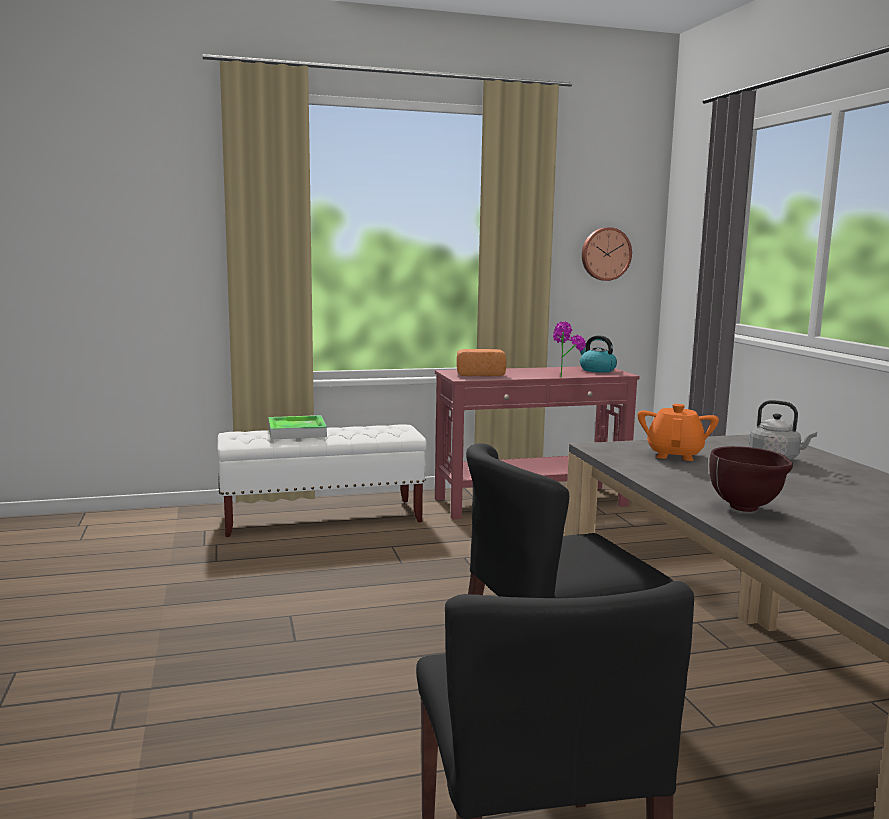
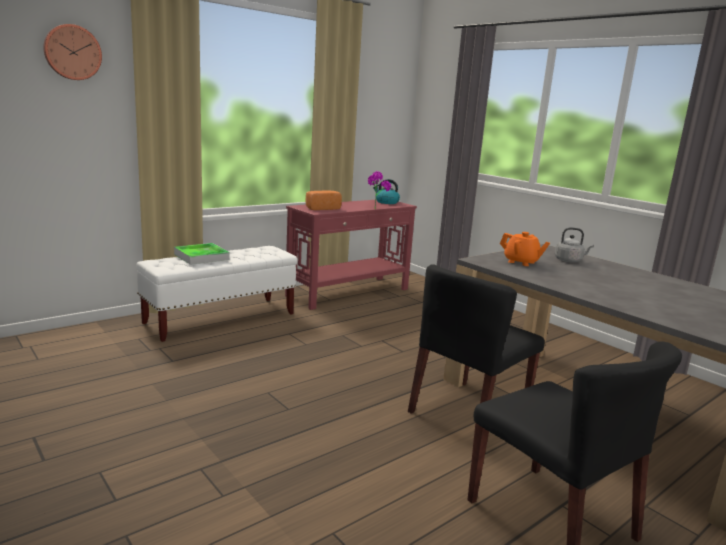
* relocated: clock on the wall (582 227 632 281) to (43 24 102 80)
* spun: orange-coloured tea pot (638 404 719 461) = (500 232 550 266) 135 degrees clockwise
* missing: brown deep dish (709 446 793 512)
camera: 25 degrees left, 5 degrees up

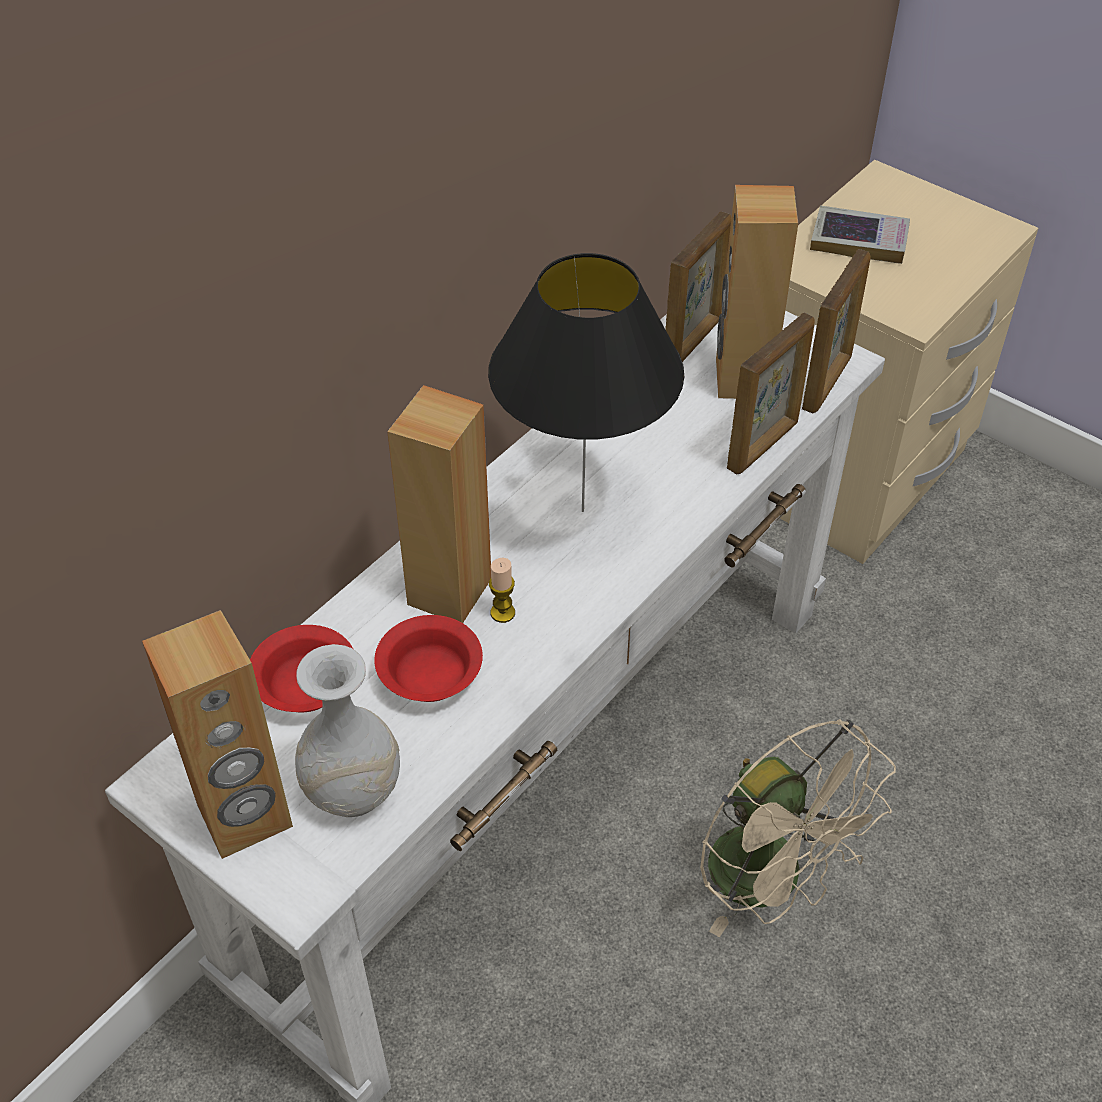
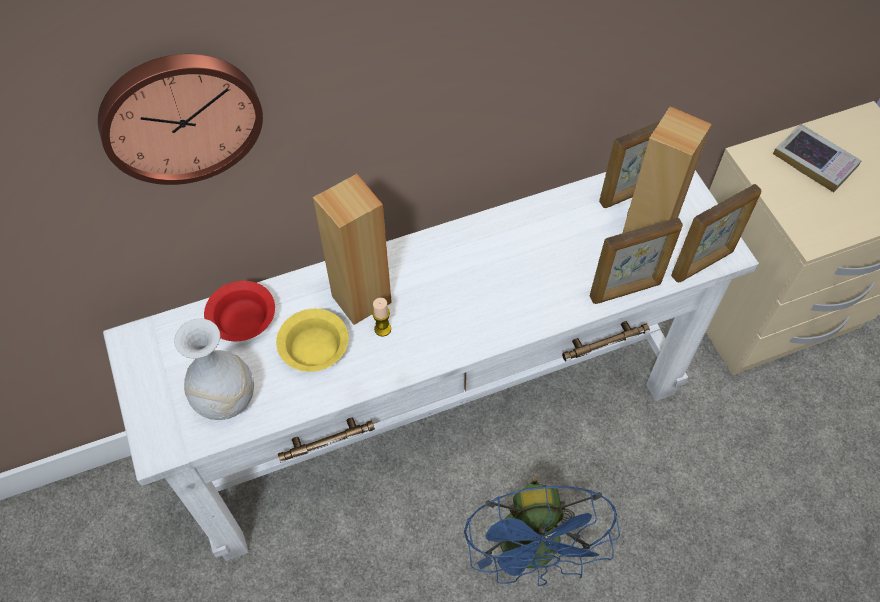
* appeared: clock on the wall (98 54 263 185)
* colour: red-coloured deep dish (374 615 483 702) to yellow deep dish (276 309 348 372)
* colour: beige cooling fan (700 719 896 937) to blue cooling fan (464 478 620 586)
* missing: brown loudspeaker (142 610 293 859)
* missing: black-coloured table lamp (488 253 684 512)
camera: 30 degrees right, 10 degrees up

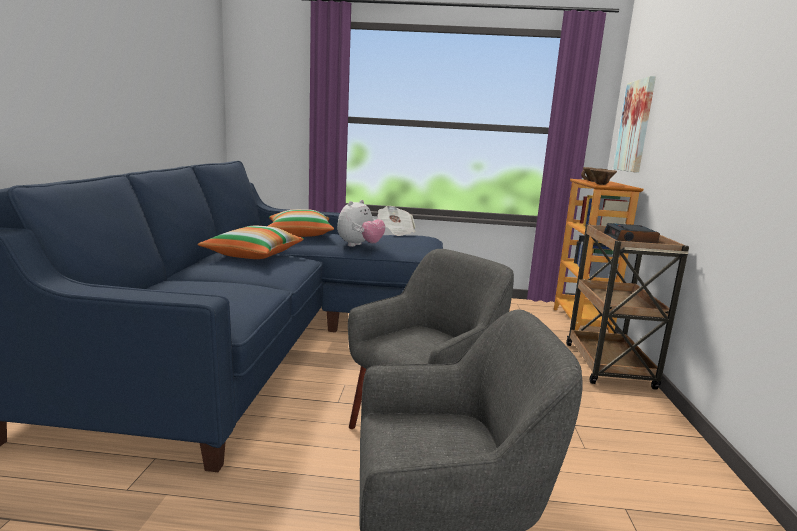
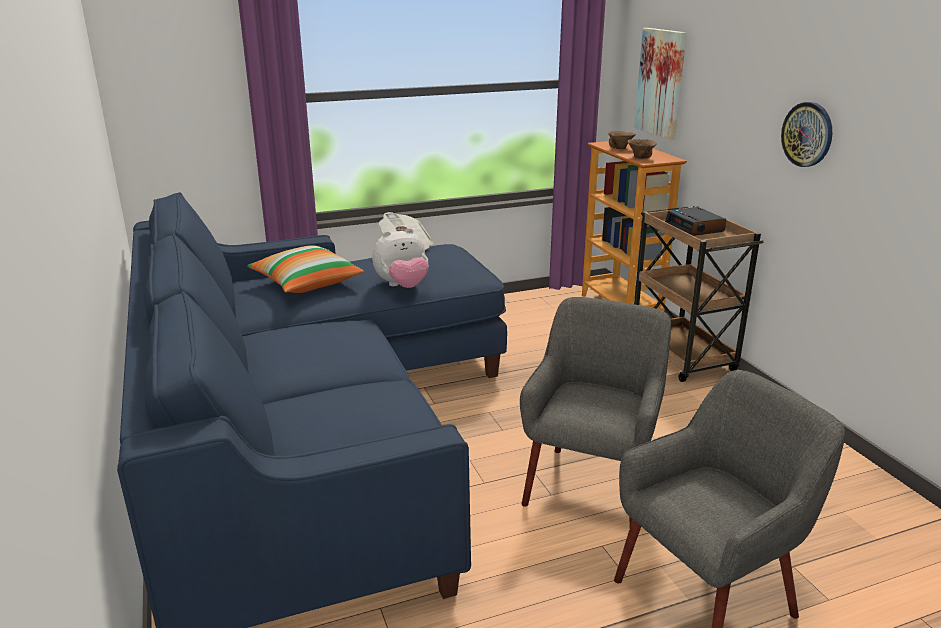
* spun: plush toy (337 200 386 247) = (372 228 429 288) 60 degrees clockwise
* appeared: clock on the wall (781 102 832 167)
* missing: throw pillow (198 226 304 259)
camera: 25 degrees left, 10 degrees up

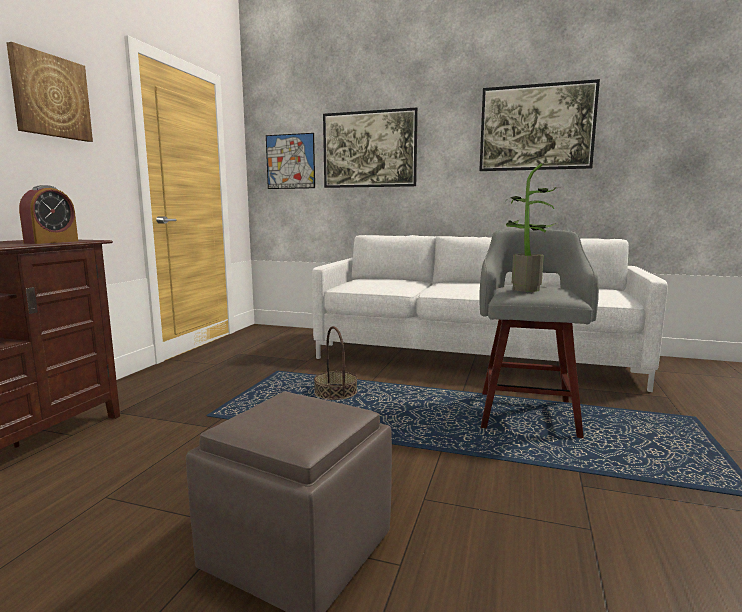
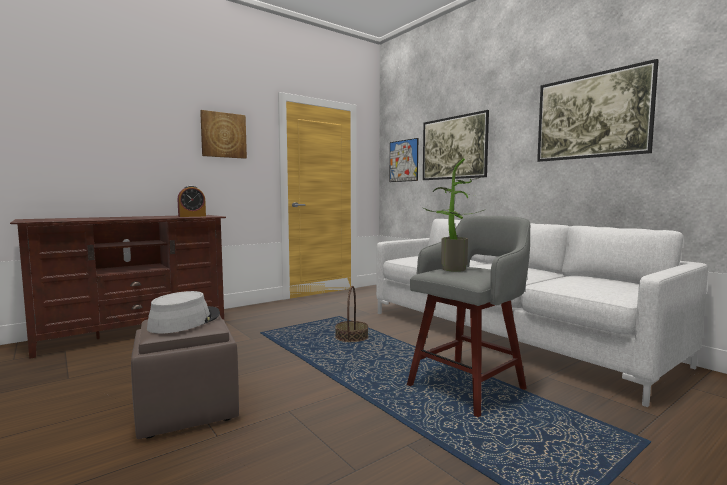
* appeared: greyish clothing hat (147 291 220 334)
camera: 35 degrees right, 5 degrees down

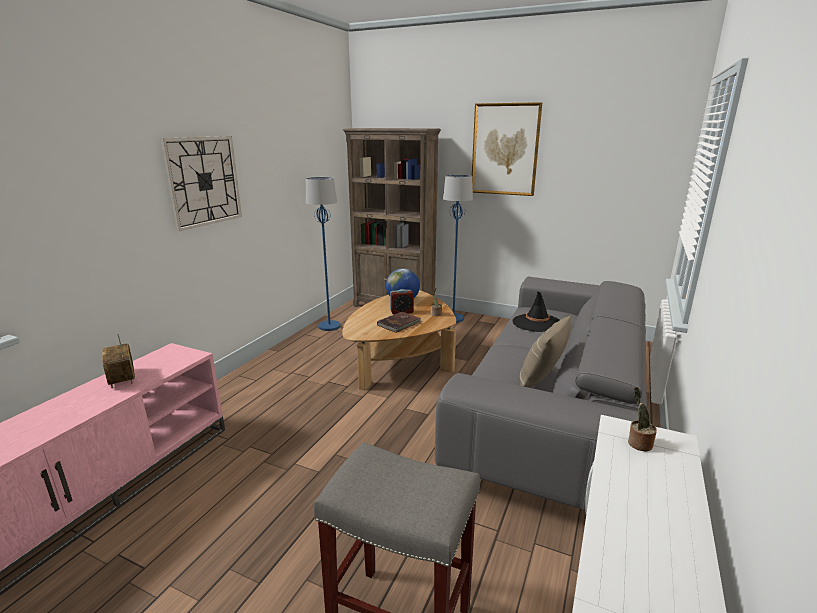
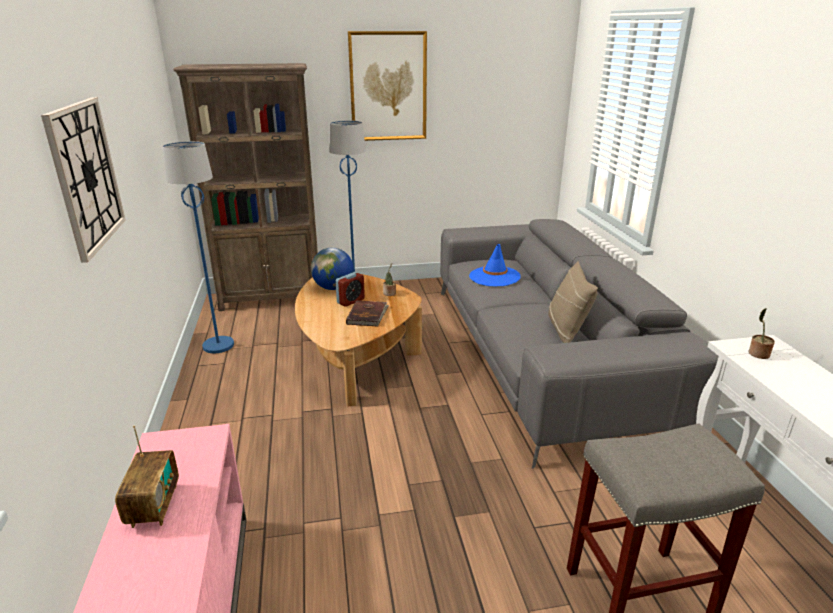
* spun: radio receiver (102 334 135 388) = (115 425 179 528) 120 degrees counterclockwise
* colour: black-coloured clothing hat (513 292 560 332) to blue clothing hat (469 244 521 287)
camera: 35 degrees left, 5 degrees up

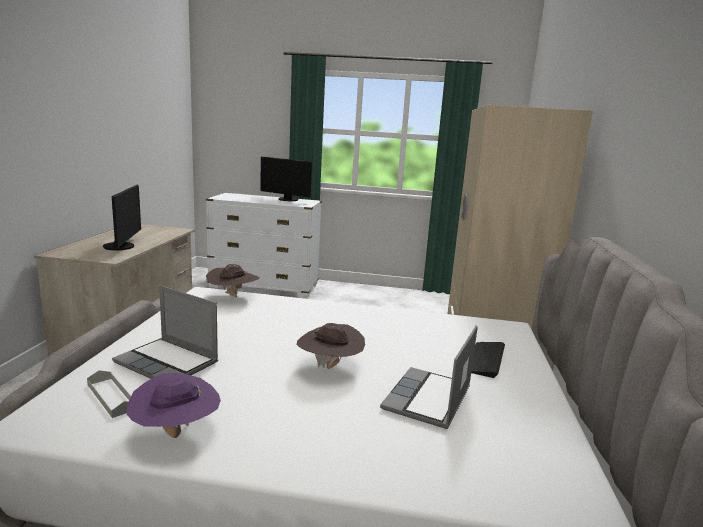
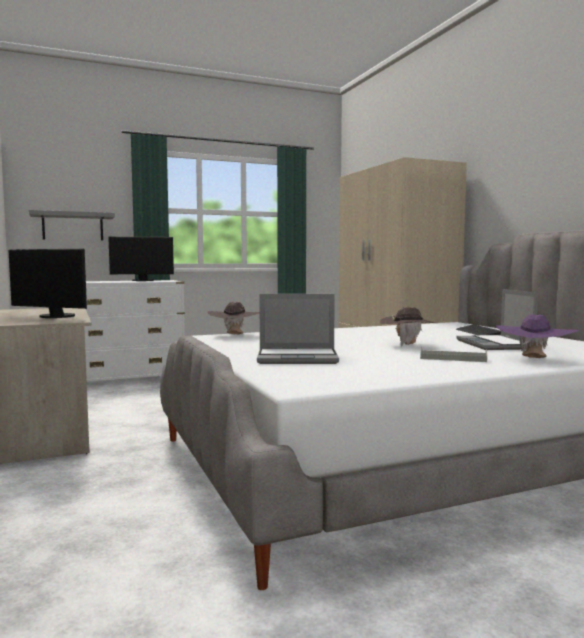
* spun: computer screen (103 185 141 250) = (8 249 87 318) 150 degrees clockwise
* appeared: greyish shelf (29 210 115 240)
* relocated: greyish serving tray (87 370 131 418) to (420 346 487 362)
* relocated: purple-coloured clothing hat (127 373 221 438) to (496 314 579 358)
camera: 30 degrees left, 10 degrees down

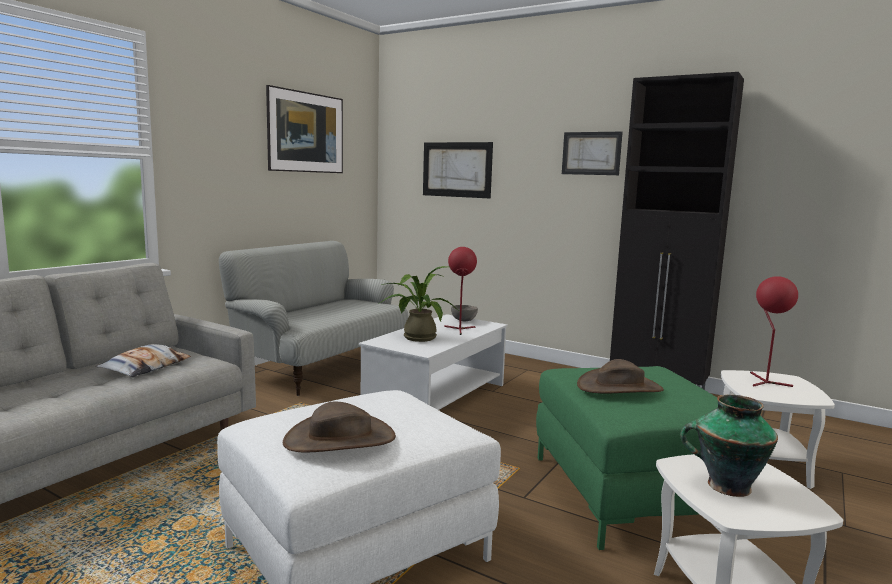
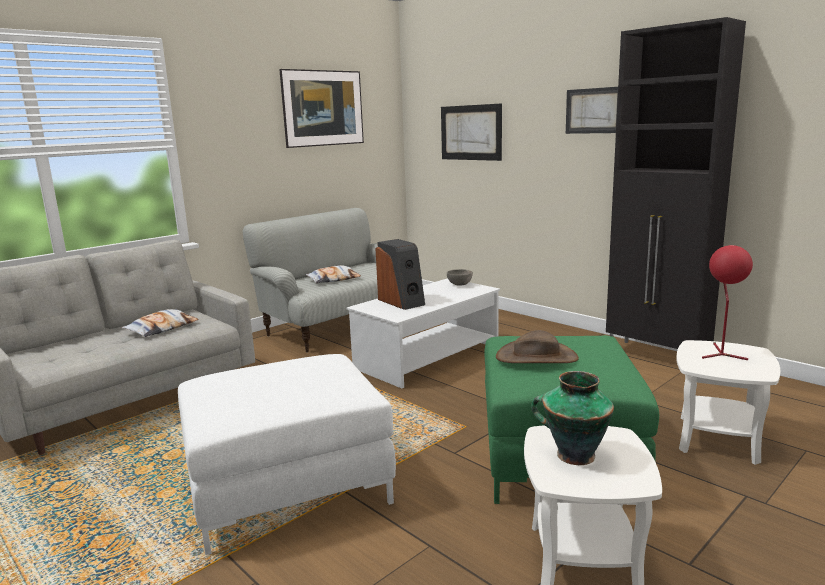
* appeared: throw pillow (305 265 361 283)
* exchanged: potted plant (378 266 459 342) to loudspeaker (376 239 425 310)
* missing: brown clothing hat (283 402 396 453)
* missing: red-coloured table lamp (444 247 477 335)
camera: 15 degrees right, 5 degrees up

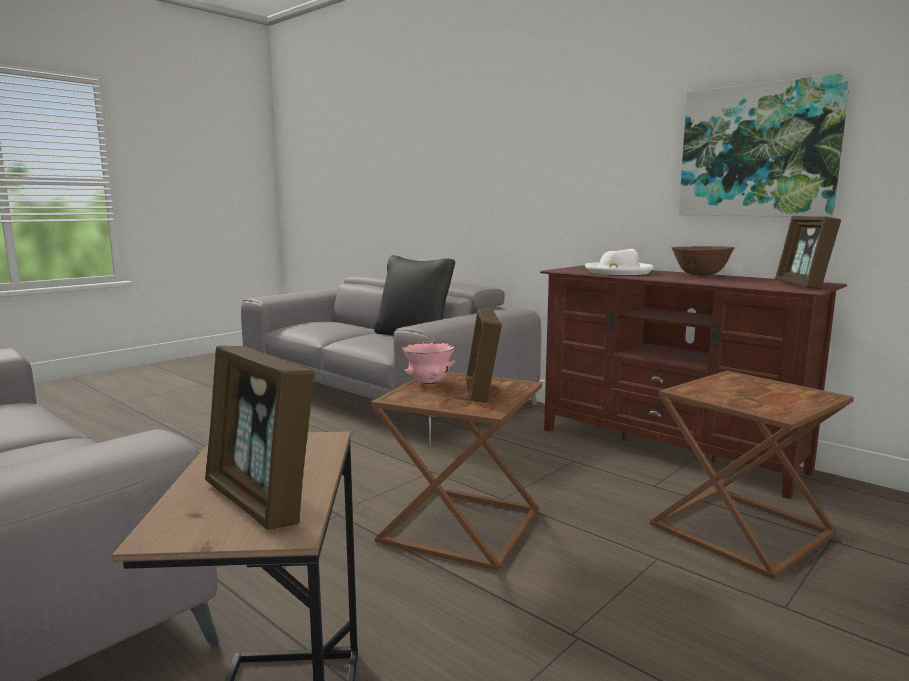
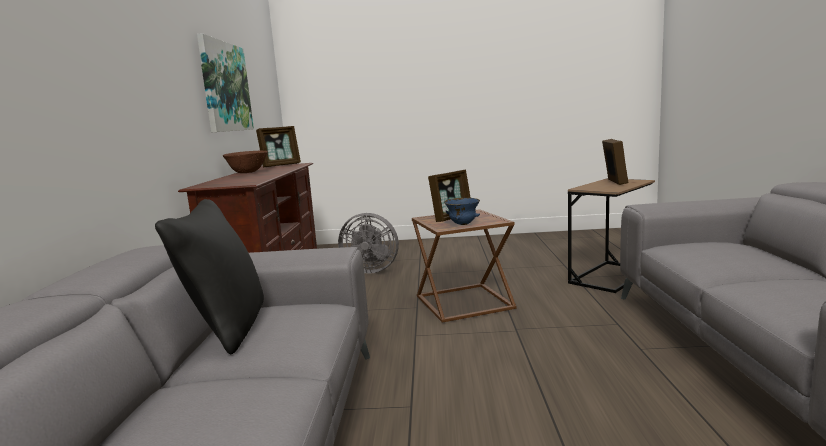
* exchanged: brown end table (650 371 854 579) to greyish cooling fan (338 213 399 274)
* colour: pinkish deep dish (402 341 456 384) to blue deep dish (444 198 480 225)
* missing: white clothing hat (585 249 654 275)
camera: 130 degrees left, 0 degrees up

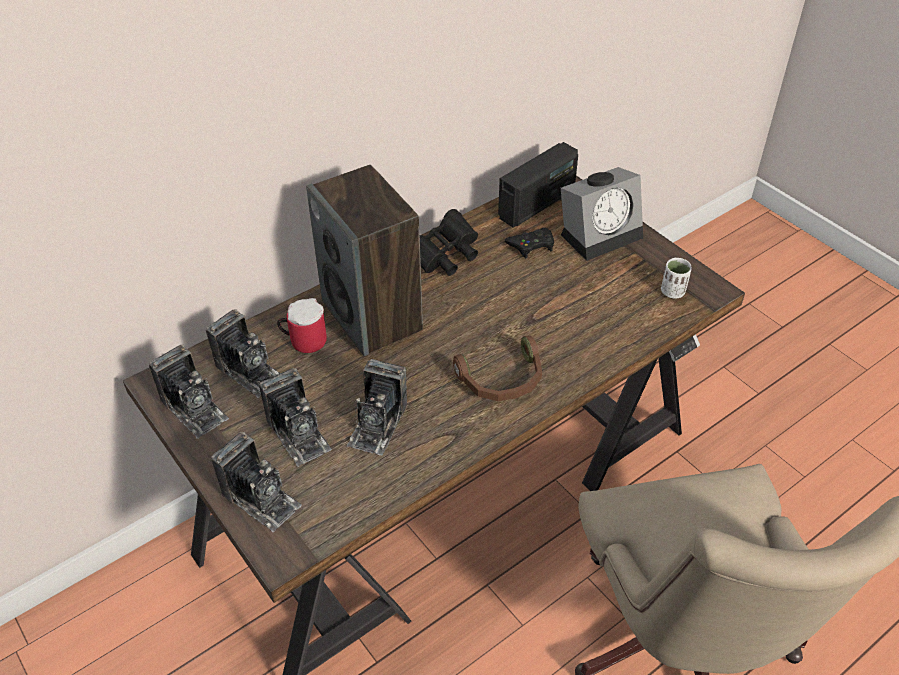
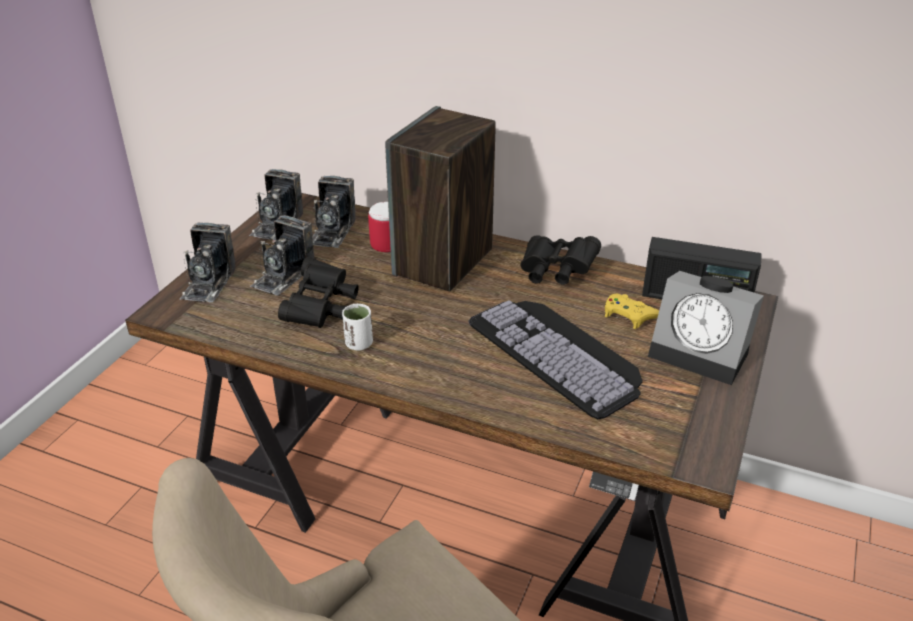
* exchanged: still camera (347 359 407 455) to black-coloured pair of binoculars (278 257 359 328)
* relocated: white small cup (661 258 692 298) to (342 304 373 351)
* appeared: keyboard (469 300 643 419)
* colour: black-coloured gamepad (505 228 554 258) to yellow gamepad (605 294 659 329)
* missing: brown headphones (453 335 542 401)
camera: 60 degrees right, 10 degrees down

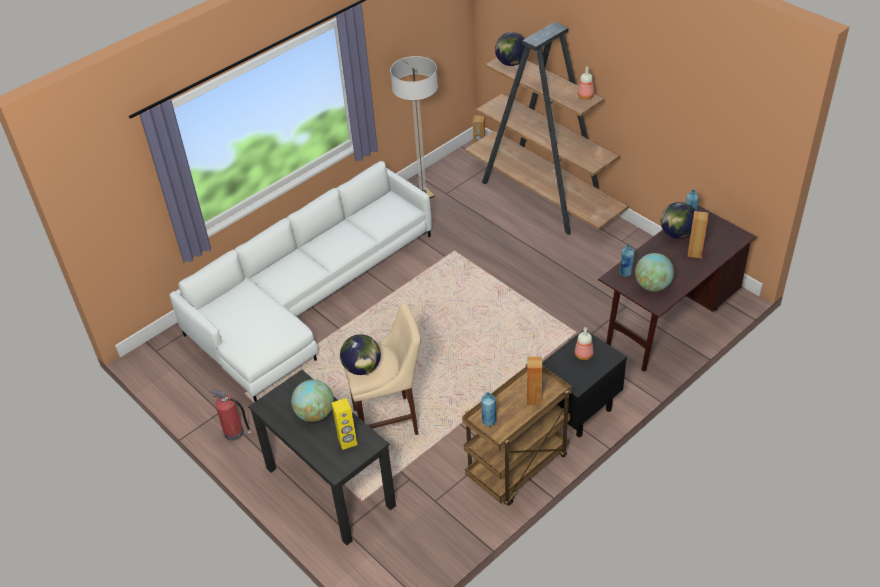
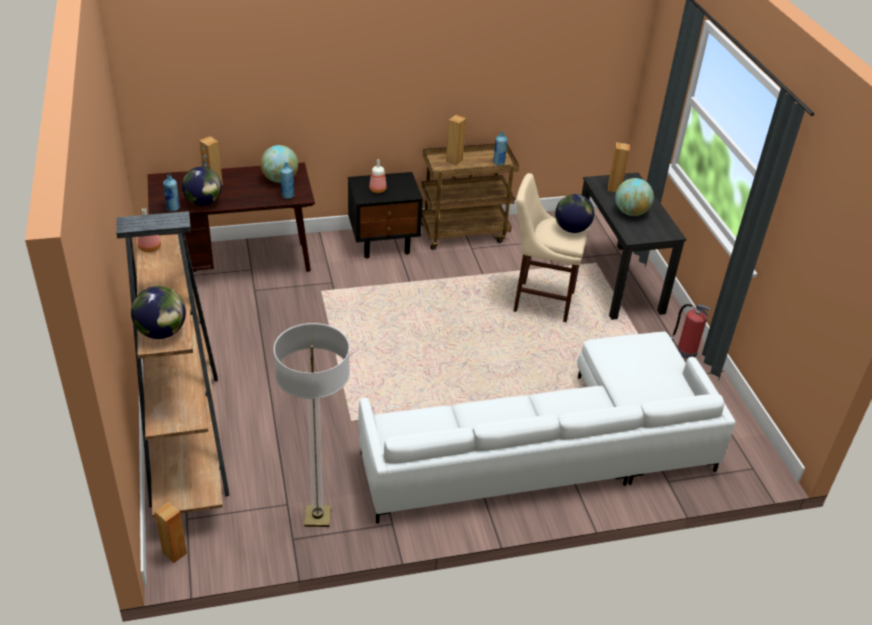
* colour: yellow loudspeaker (331 398 357 450) to brown loudspeaker (608 143 630 192)
camera: 155 degrees left, 5 degrees down

